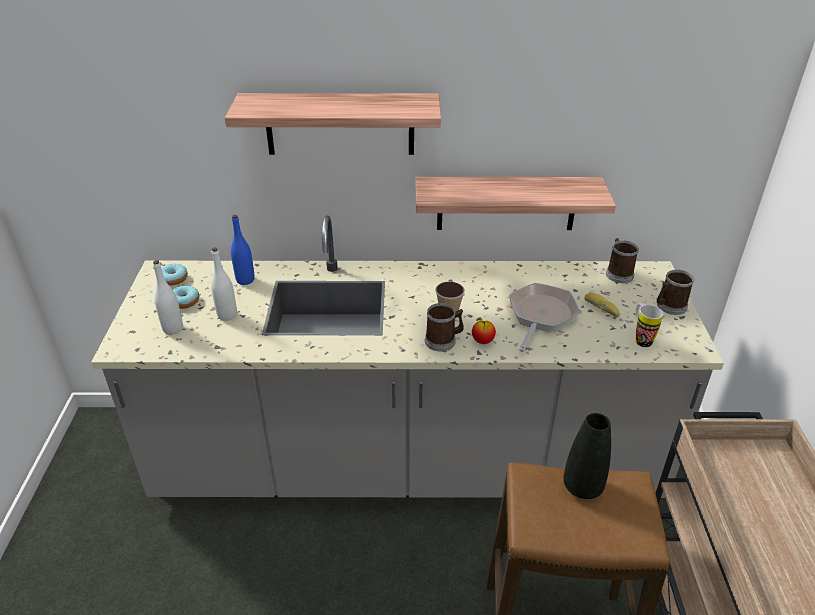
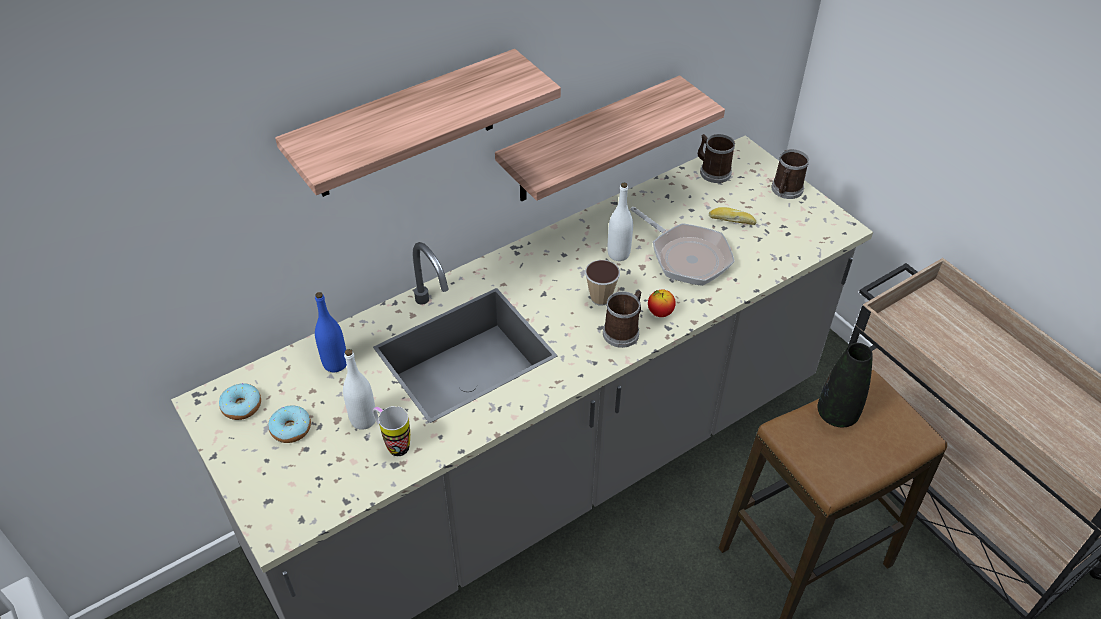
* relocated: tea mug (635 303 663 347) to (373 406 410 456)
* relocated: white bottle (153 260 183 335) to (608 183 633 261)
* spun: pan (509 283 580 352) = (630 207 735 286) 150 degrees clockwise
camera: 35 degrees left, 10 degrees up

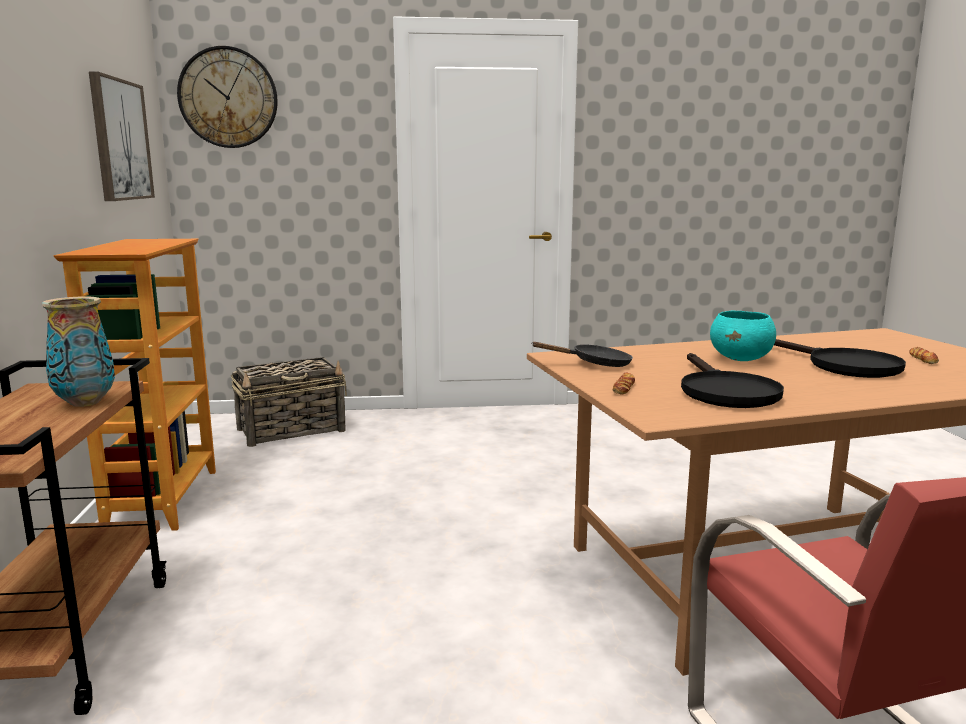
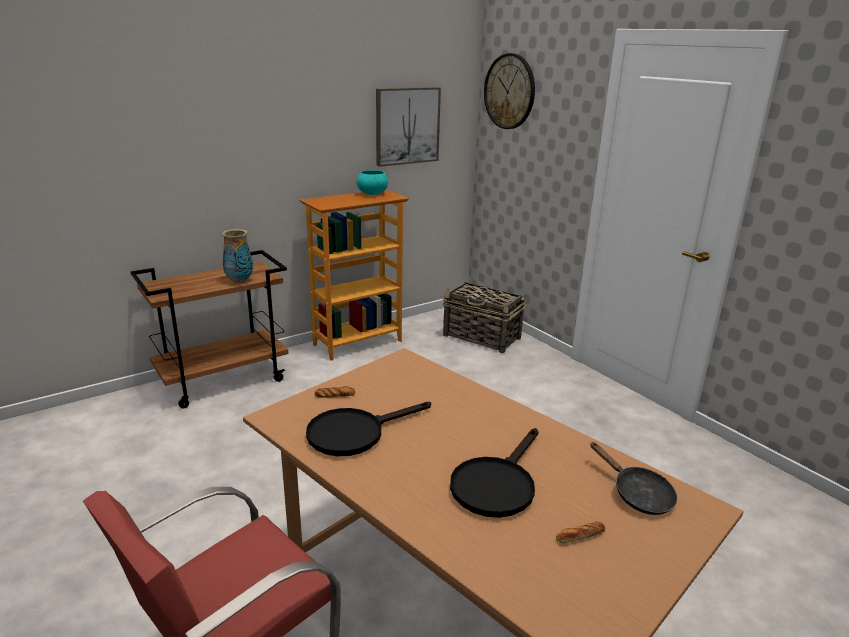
* relocated: blue-green deep dish (710 310 776 361) to (357 170 388 195)
* relocated: black-coloured pan (532 342 633 367) to (590 442 677 515)
camera: 60 degrees right, 10 degrees up

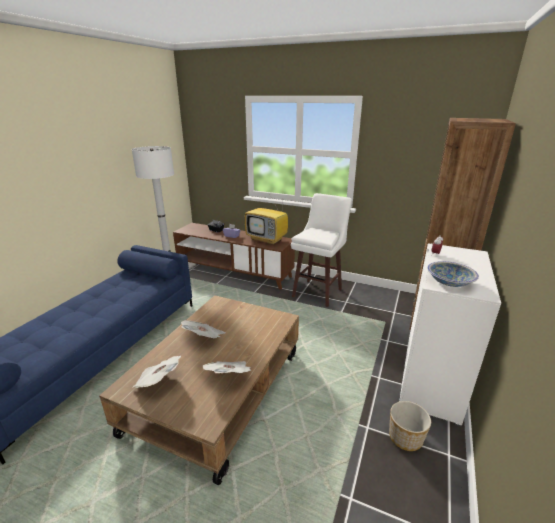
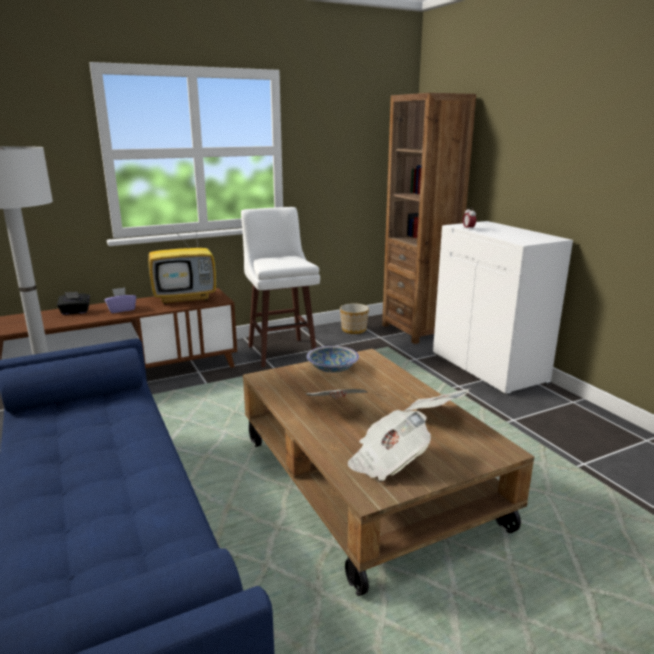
* relocated: deep dish (427 261 479 287) to (307 346 359 373)
* relocated: flower pot (389 401 431 451) to (340 303 369 334)
camera: 50 degrees left, 5 degrees down

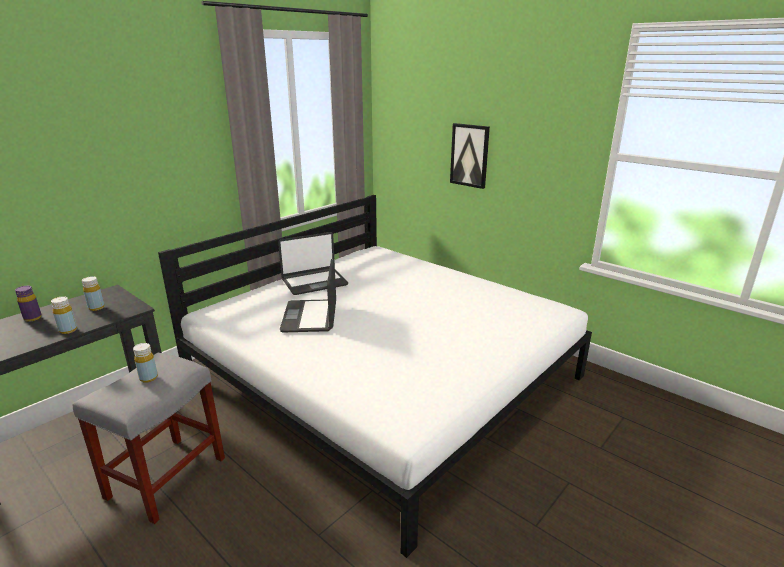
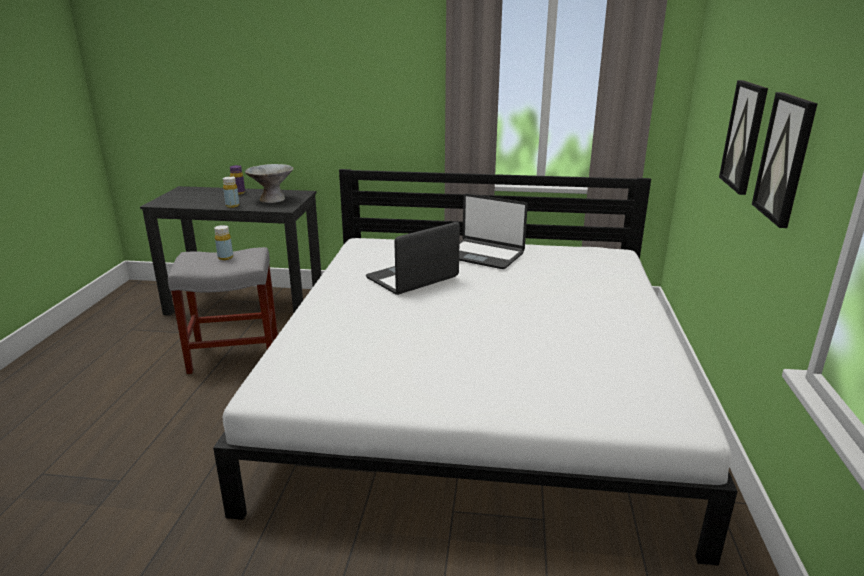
* exchanged: yellow bottle (82 276 105 311) to greyish deep dish (245 164 293 203)
* appeared: picture (752 92 818 228)
camera: 55 degrees right, 0 degrees up

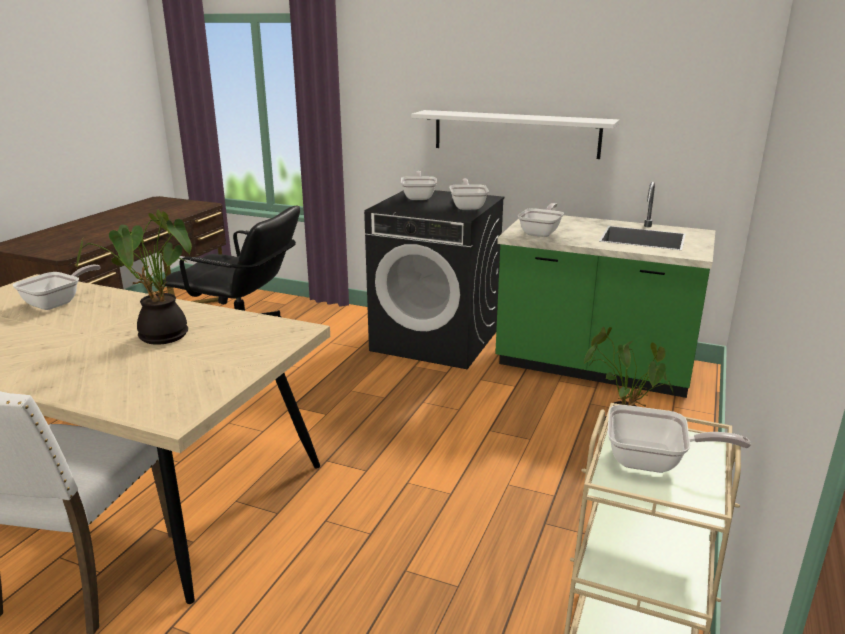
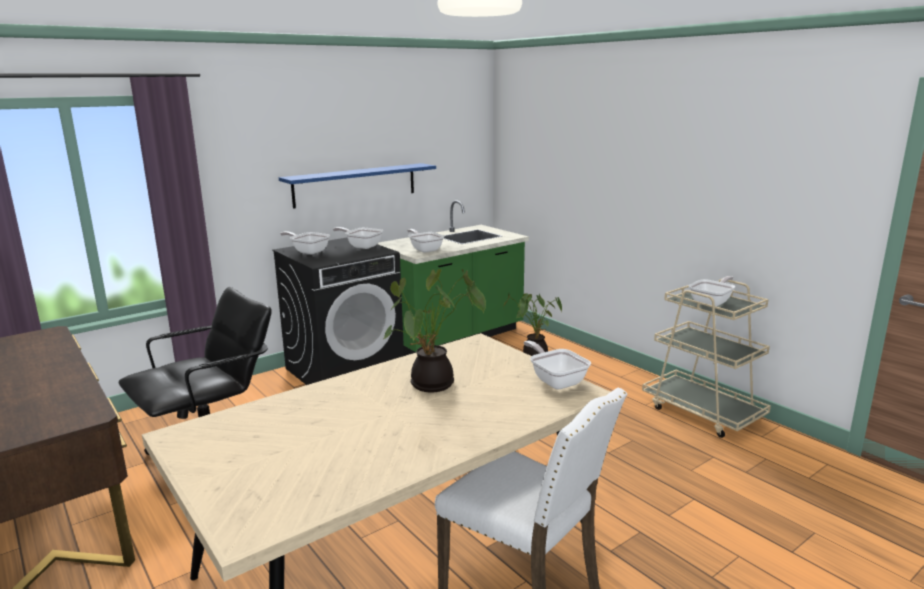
* colour: white shelf (411 110 619 159) to blue shelf (279 163 436 209)
* relocated: pan (13 265 101 310) to (524 341 591 389)
camera: 60 degrees left, 5 degrees down

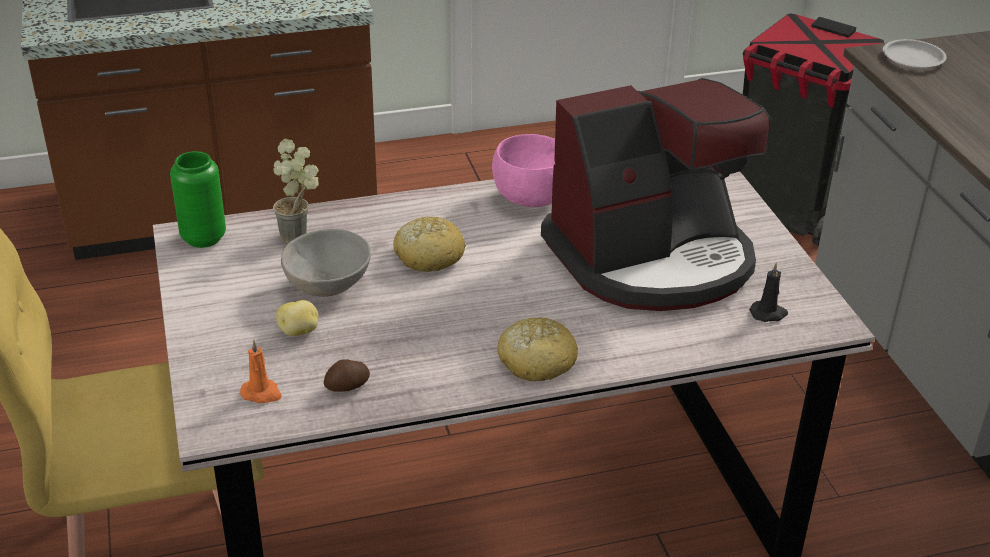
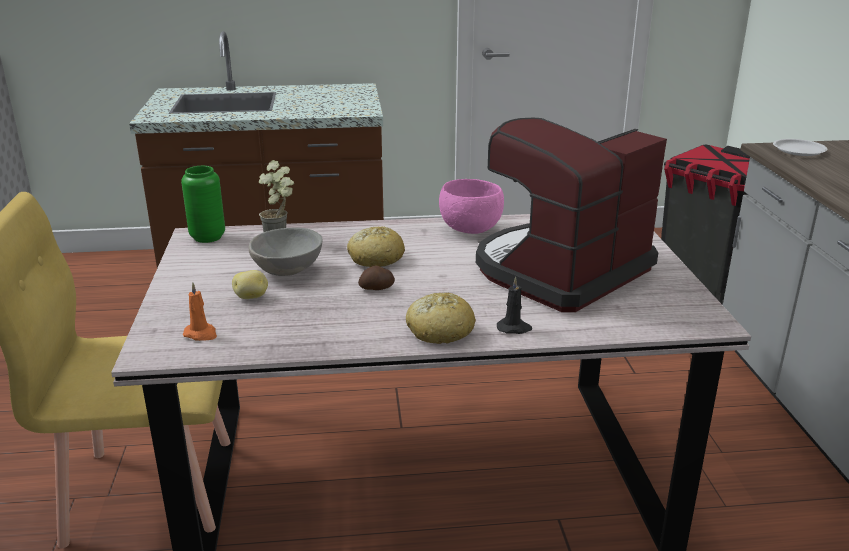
* relocated: whole potato (324 359 370 392) to (358 265 395 290)
* spun: coffee machine (541 78 770 311) = (476 118 667 312) 150 degrees clockwise
* relocated: black-coloured candle (749 262 788 322) to (497 277 532 334)
camera: 10 degrees right, 10 degrees down

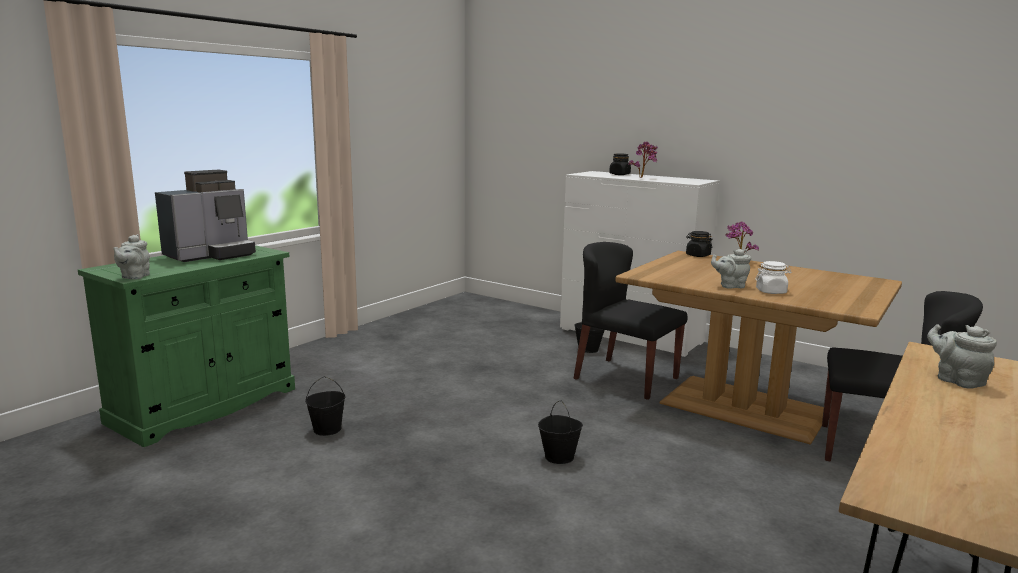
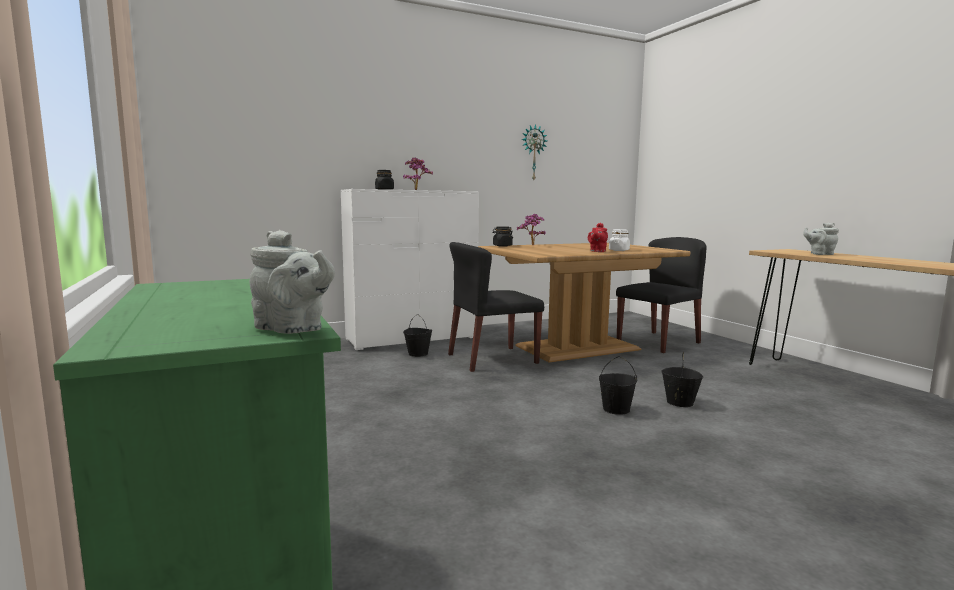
* appeared: clock on the wall (522 124 547 180)
* colour: greyish tea pot (711 249 751 289) to red-coloured tea pot (588 223 608 252)
* relocated: black-coloured pail (305 376 345 436) to (661 351 703 407)
* missing: coffee machine (155 170 256 262)
camera: 60 degrees left, 5 degrees down

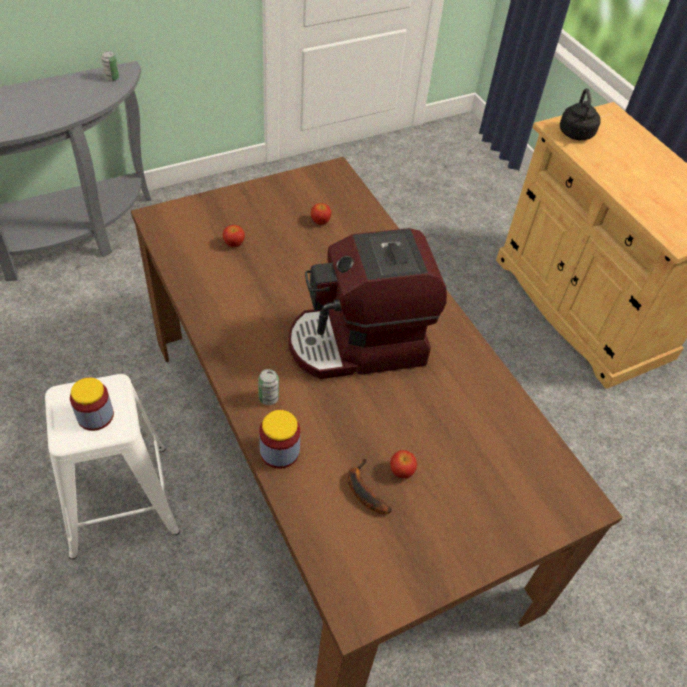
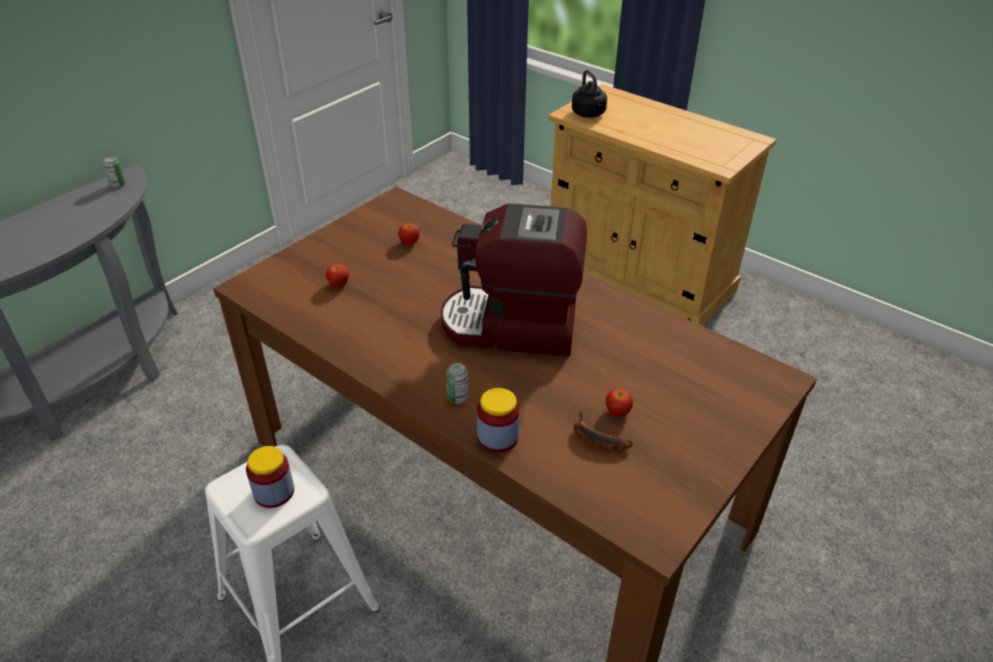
* spun: coffee machine (289 228 447 379) = (441 203 587 357) 45 degrees clockwise
camera: 20 degrees left, 10 degrees down

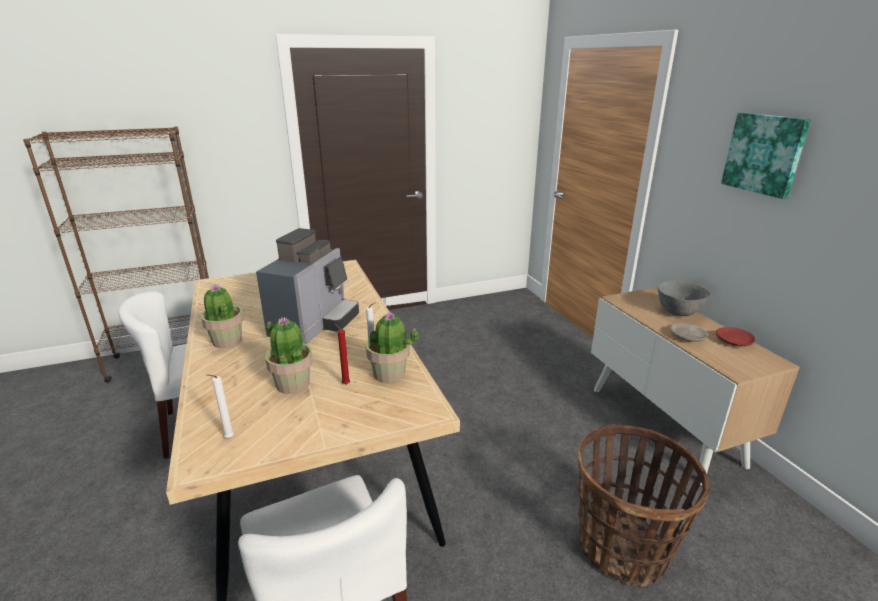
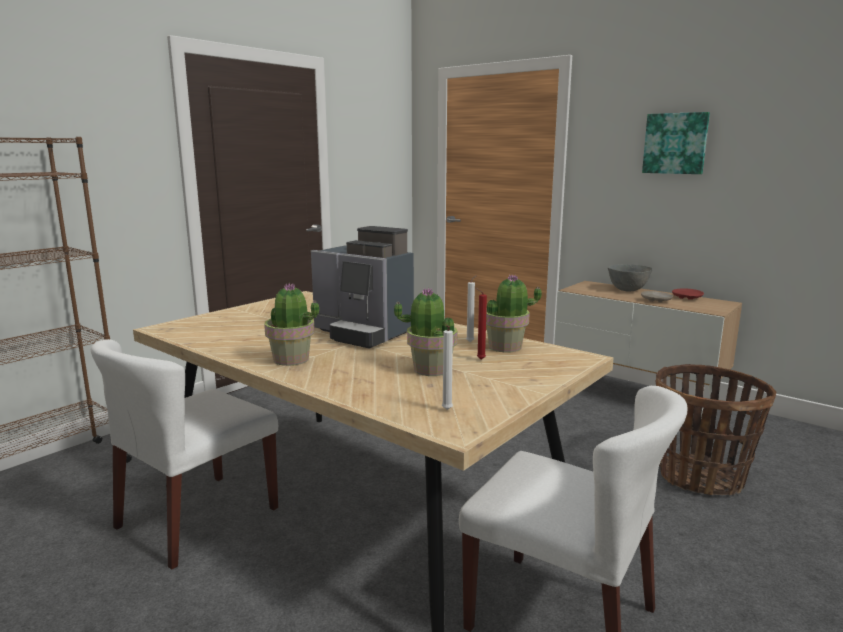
* spun: coffee machine (256 228 359 344) = (311 226 414 349) 135 degrees clockwise
camera: 30 degrees left, 10 degrees down

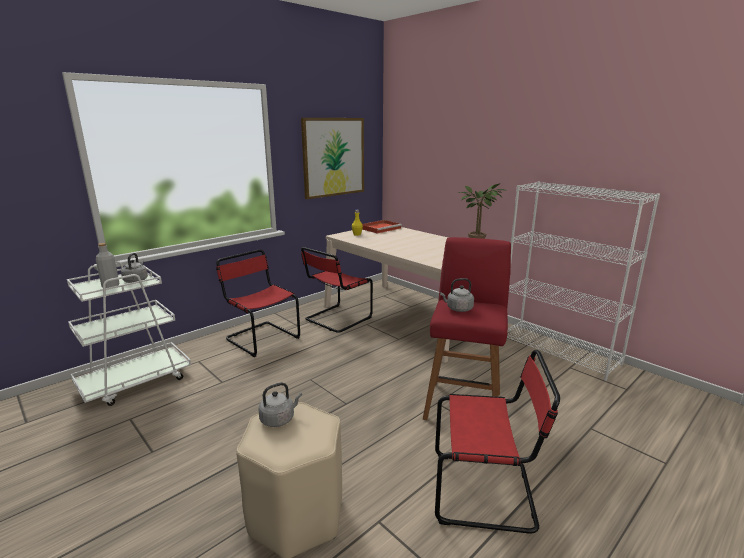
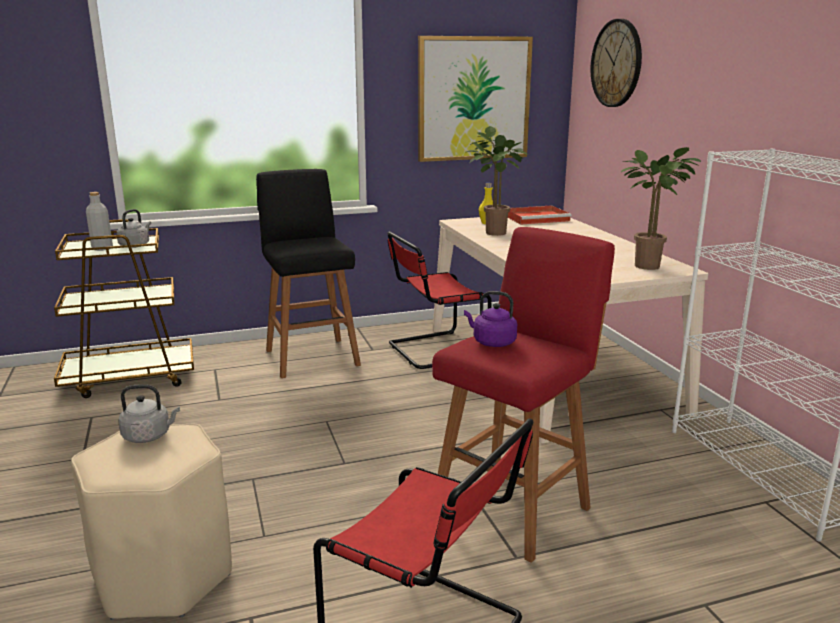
* colour: white cart (67 261 191 406) to brown cart (54 219 194 398)
* exchanged: red-coloured upright chair (216 250 300 357) to black-coloured stool seat (256 169 361 378)
* colour: greyish tea kettle (440 278 474 312) to purple-coloured tea kettle (464 291 517 347)
* appeared: potted plant (466 126 528 236)
* appeared: clock on the wall (591 19 642 107)
camera: 25 degrees right, 0 degrees up

